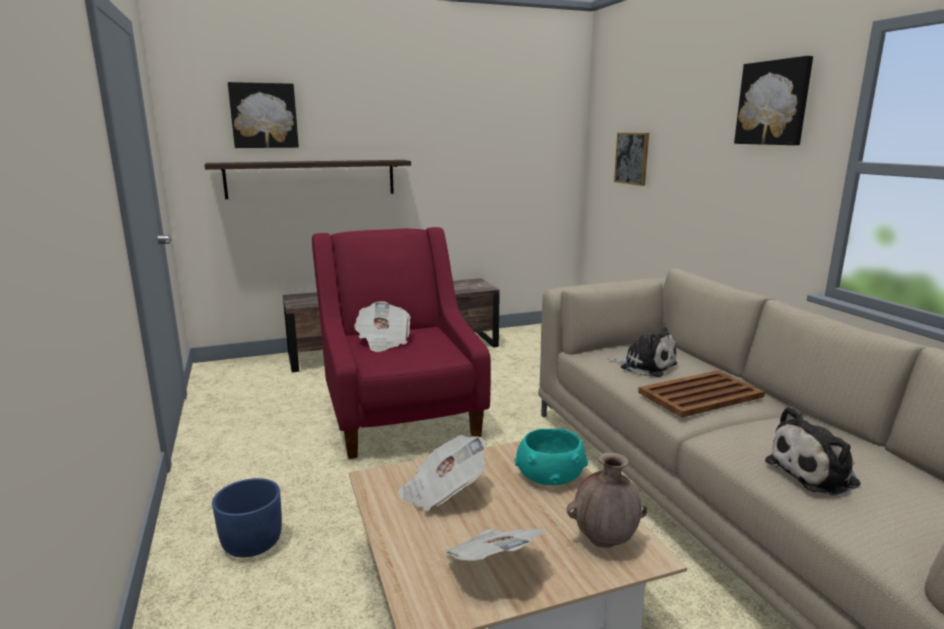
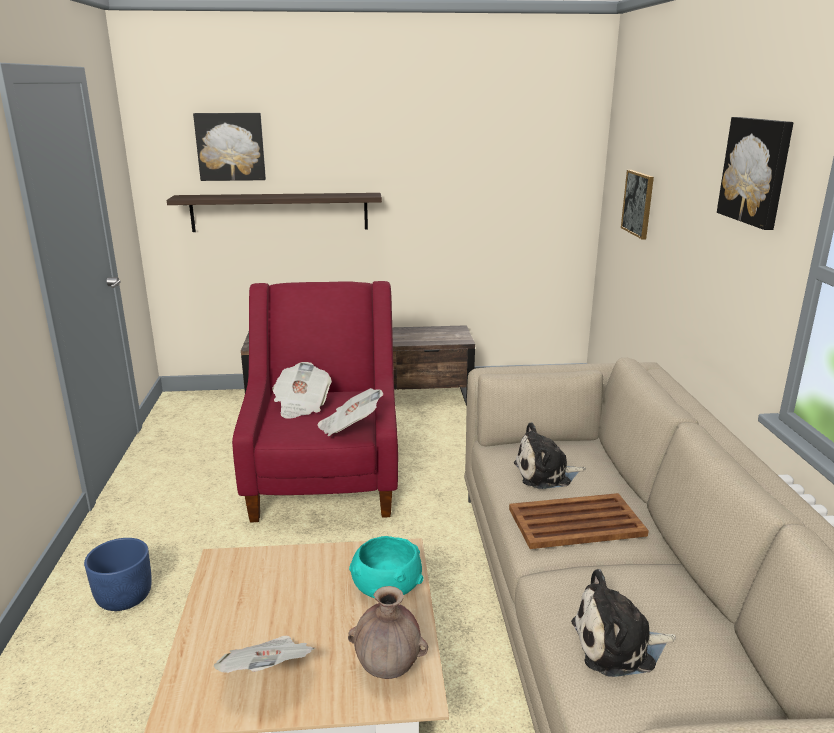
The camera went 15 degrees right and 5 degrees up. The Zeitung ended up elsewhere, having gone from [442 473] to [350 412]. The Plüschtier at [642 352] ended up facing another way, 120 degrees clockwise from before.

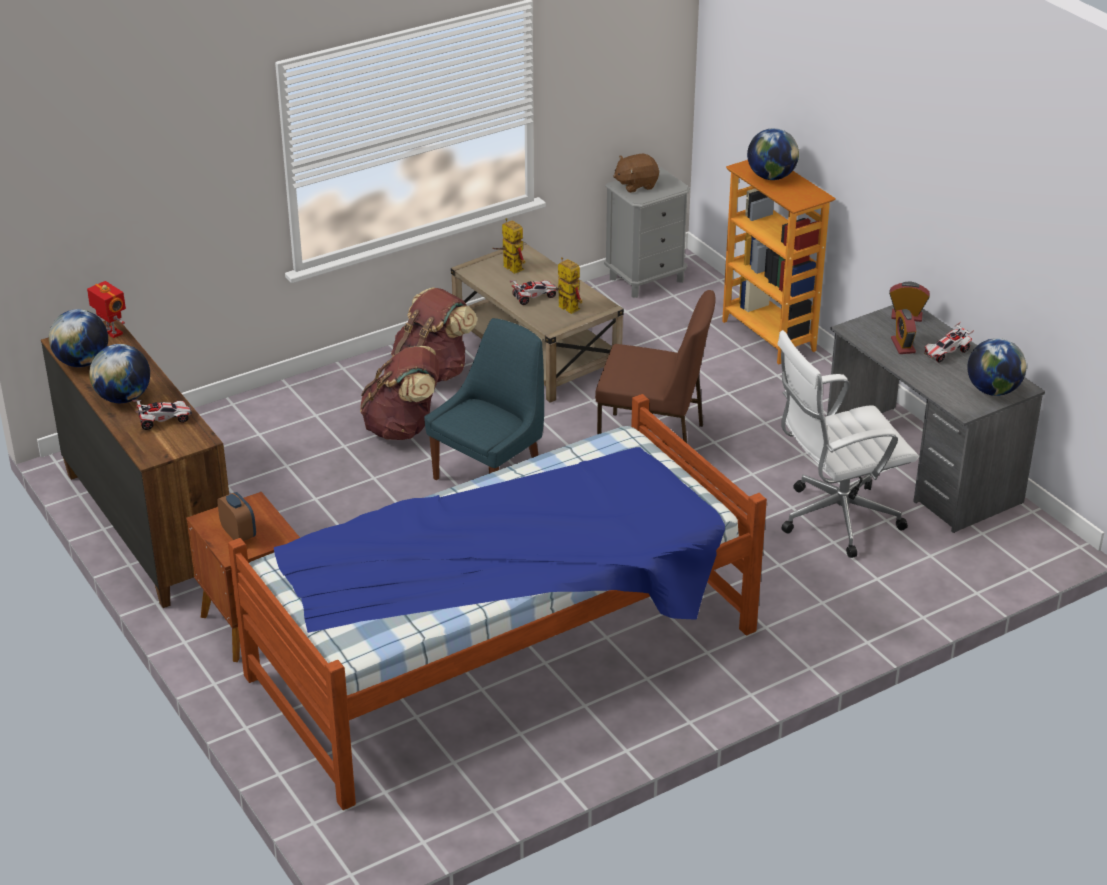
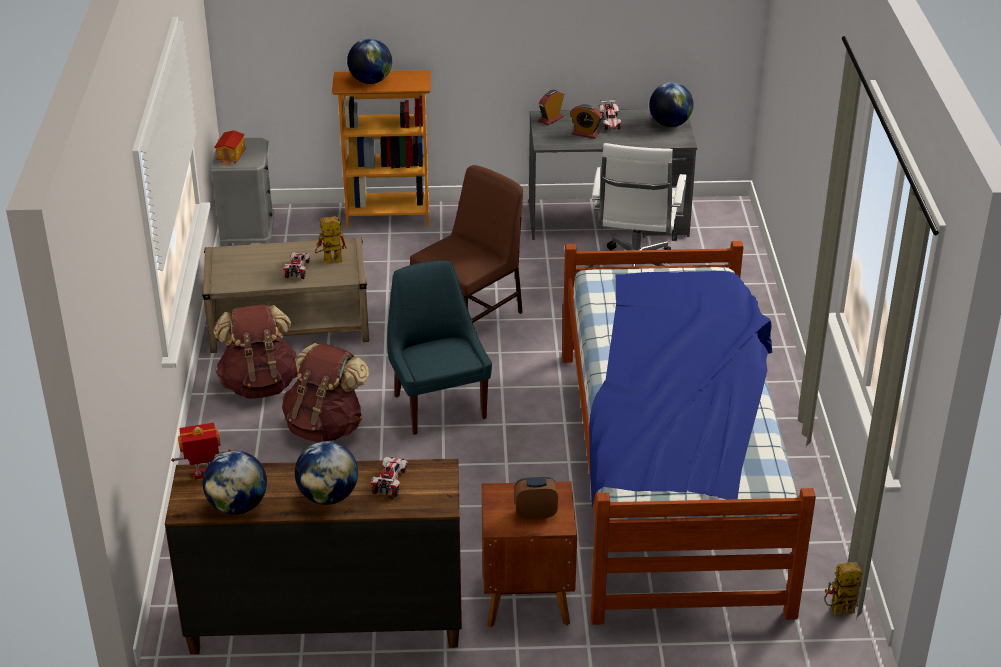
The camera went 60 degrees left and 0 degrees up. Where the Plüschtier (braun) stood at [636 173], the Spielzeughaus came to stand at [230 148]. The Spielzeugroboter ended up elsewhere, having gone from [508 246] to [843 588].

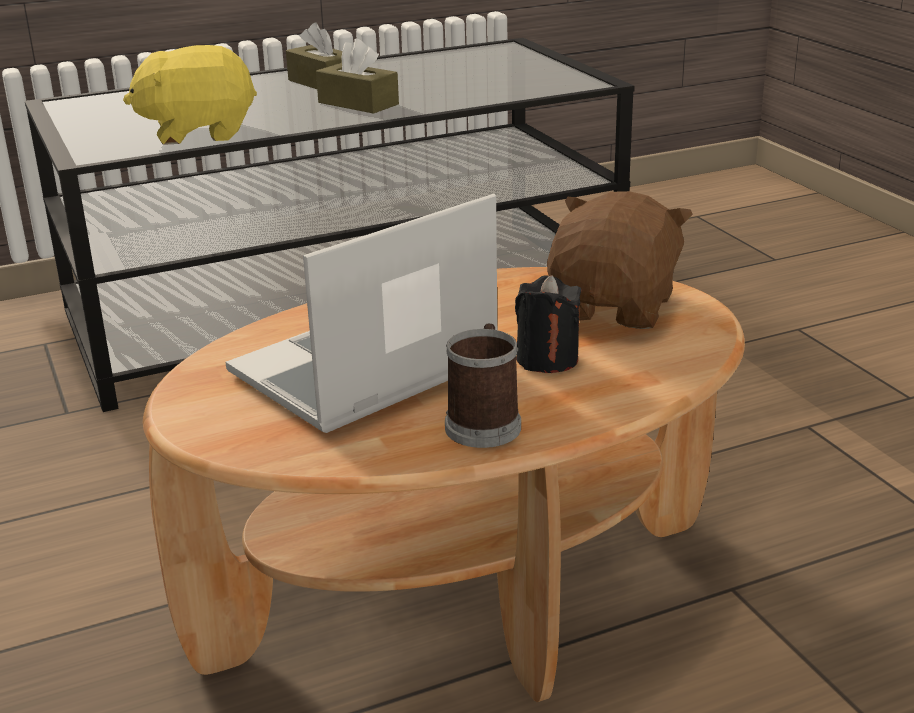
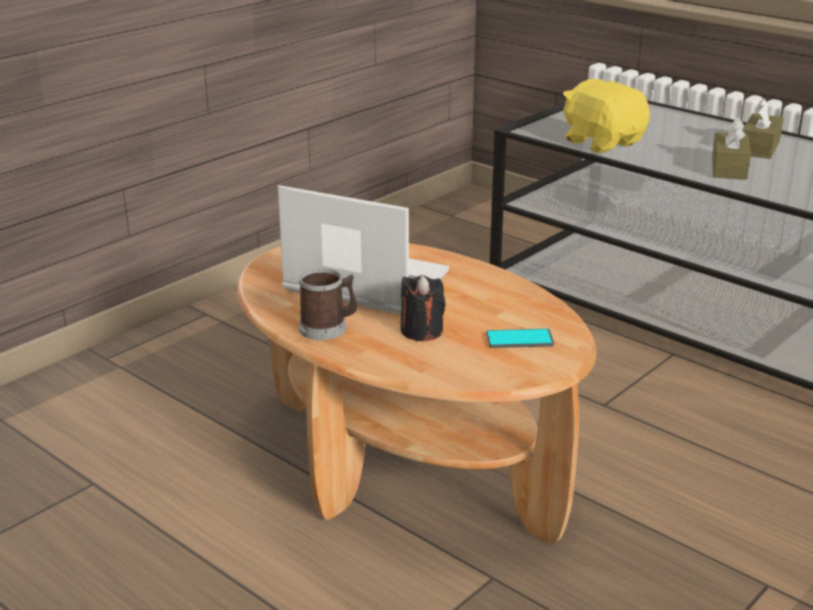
The camera went 65 degrees right and 0 degrees up. Where the Plüschtier (braun) stood at [620 260], the Handy came to stand at [520 338].

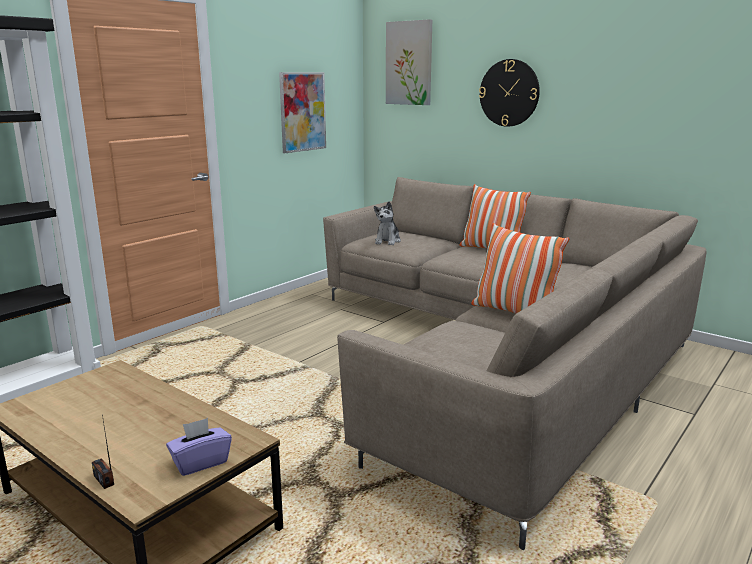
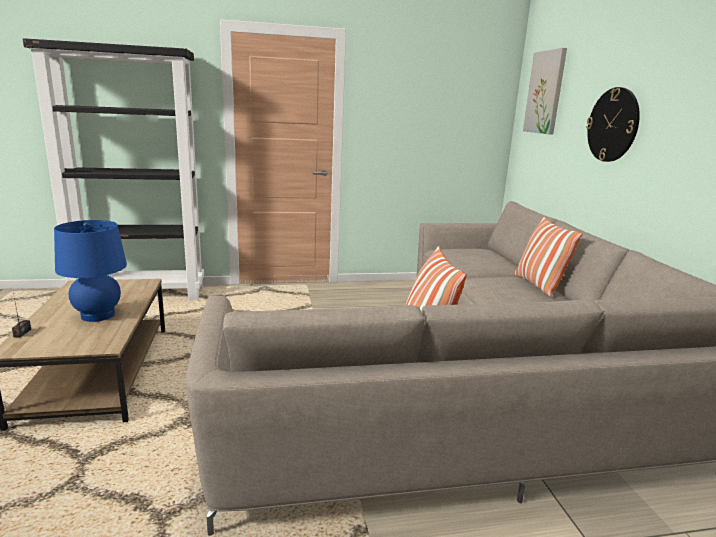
The camera went 40 degrees right and 0 degrees up. The second view gained the Tischlampe (blau) at [90 271]. The second view lost the Taschentuchbox (lila) at [199 447]. The second view lost the Bild at [302 112]. The second view lost the Plüschtier at [387 223].

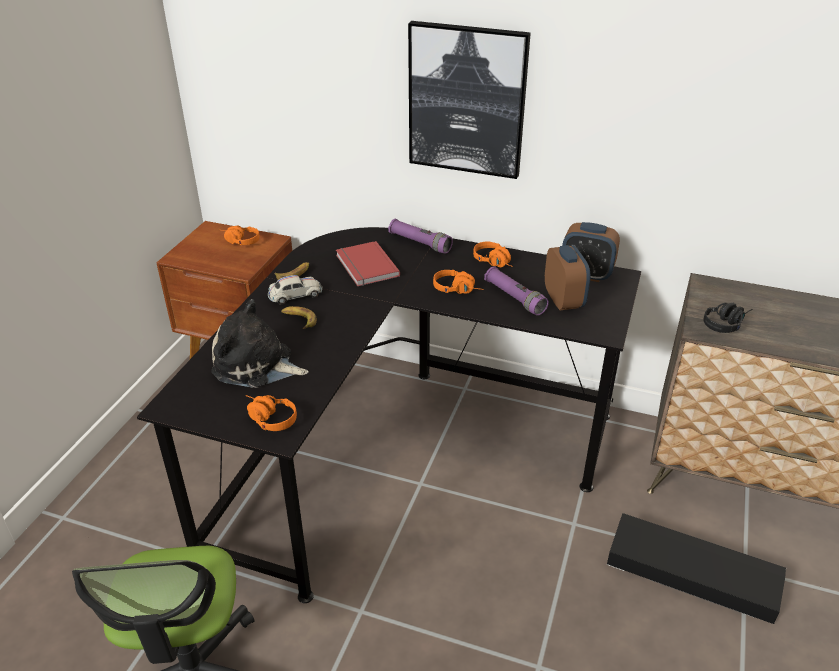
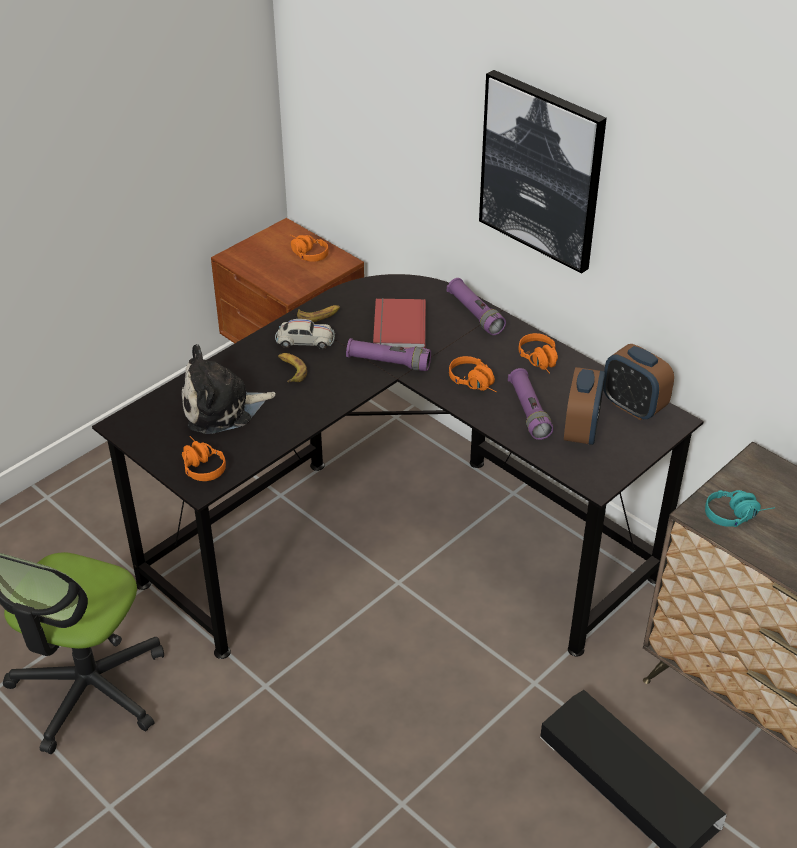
The camera went 25 degrees right and 5 degrees up. The Plüschtier at [260 343] ended up facing another way, 60 degrees counterclockwise from before. The second view gained the Taschenlampe (lila) at [388 354]. What was the Kopfhörer (schwarz) at [728 318] turned into the Kopfhörer (türkis) at [740 508].

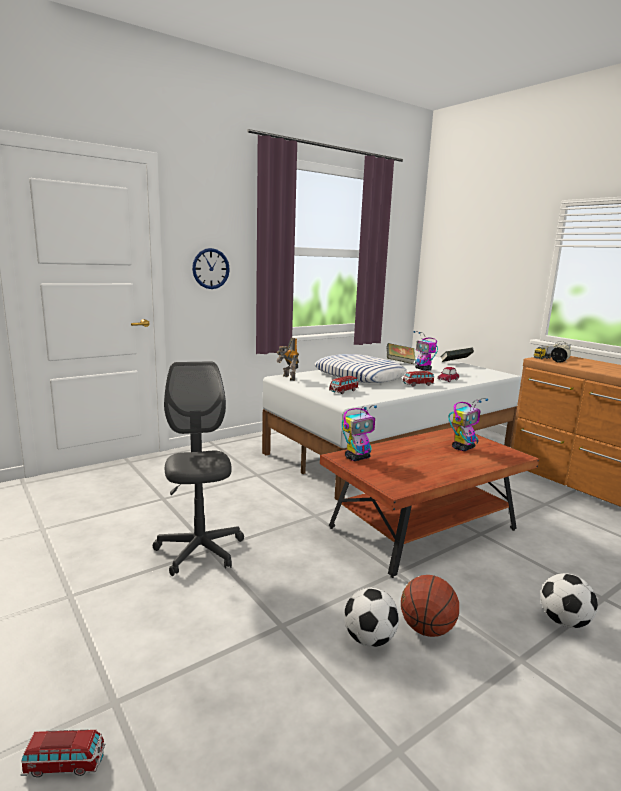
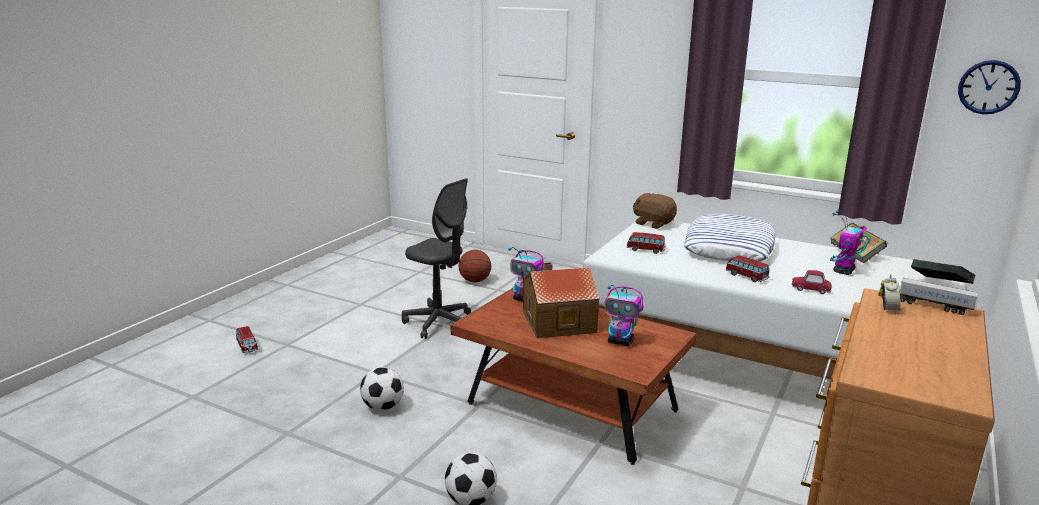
The camera went 65 degrees right and 5 degrees up. The Bürostuhl (grau) at [198 468] ended up facing another way, 75 degrees clockwise from before. The Basketball ended up elsewhere, having gone from [430 606] to [474 266]. The second view gained the Spielzeughaus at [561 300]. Where the Spielzeugroboter stood at [287 359], the Plüschtier (braun) came to stand at [655 211]. The Wanduhr ended up elsewhere, having gone from [211 268] to [989 87].

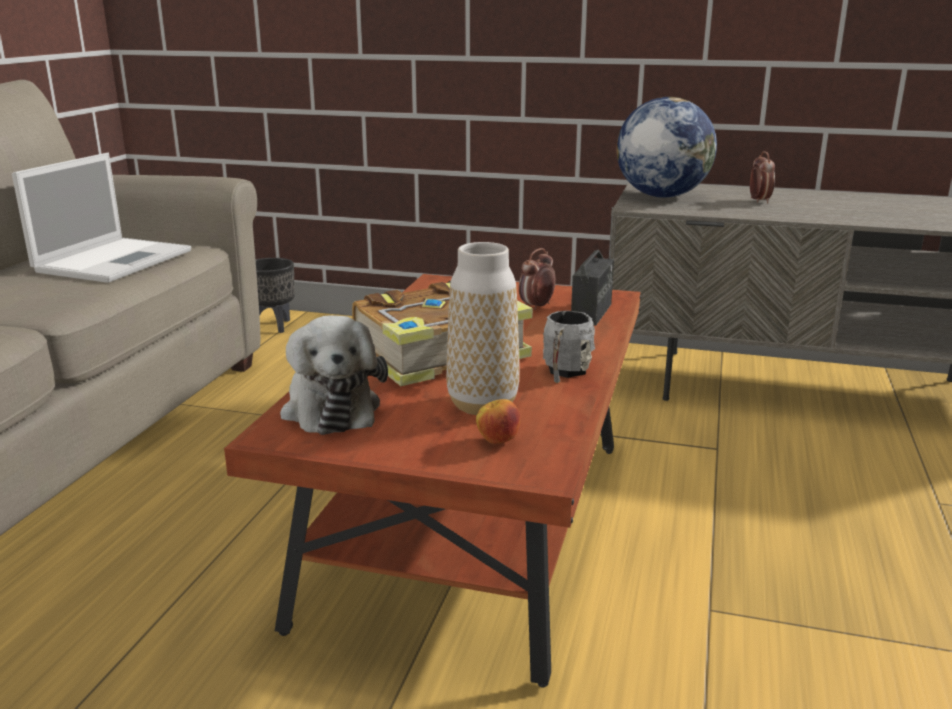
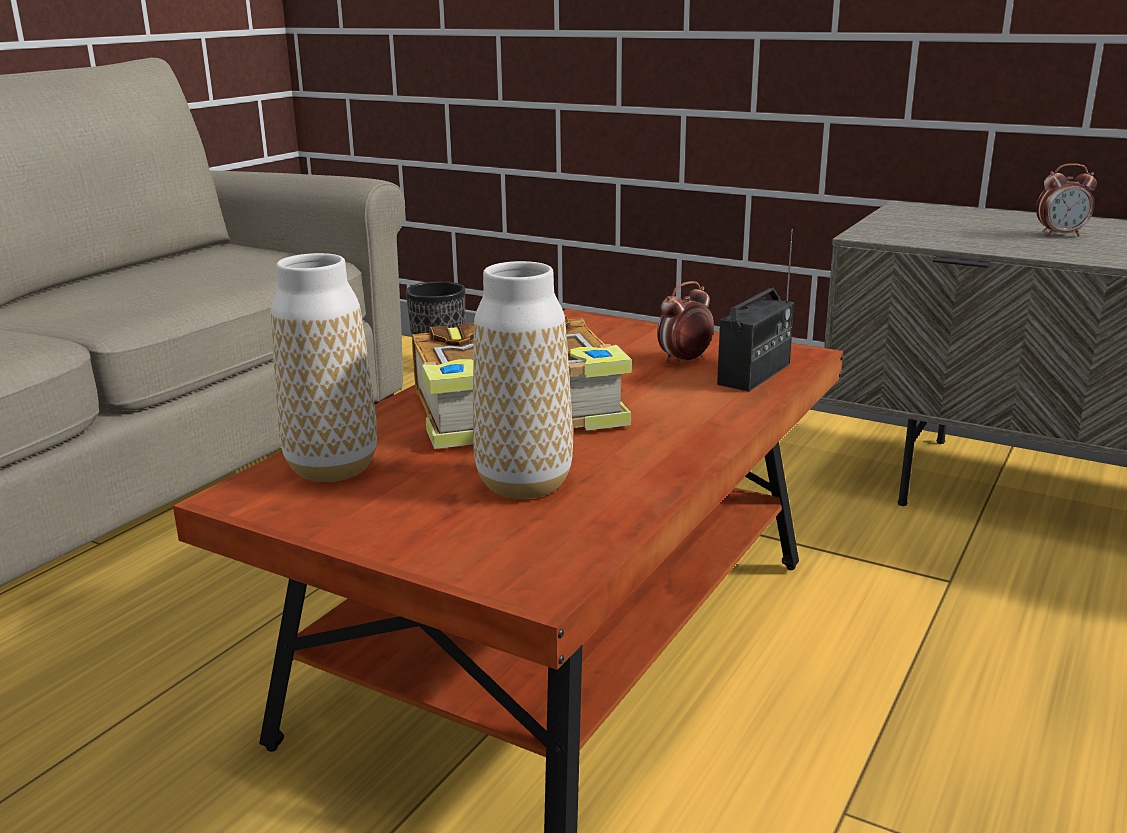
The camera went 15 degrees right and 0 degrees up. Where the Plüschtier stood at [334 375], the Vase came to stand at [324 367]. The Wecker at [762 177] ended up facing another way, 75 degrees clockwise from before. The second view lost the Laptop at [101 218]. The second view lost the Apfel at [498 421]. The second view lost the Henkelbecher (grau) at [569 347]. The second view lost the Globus at [666 147].

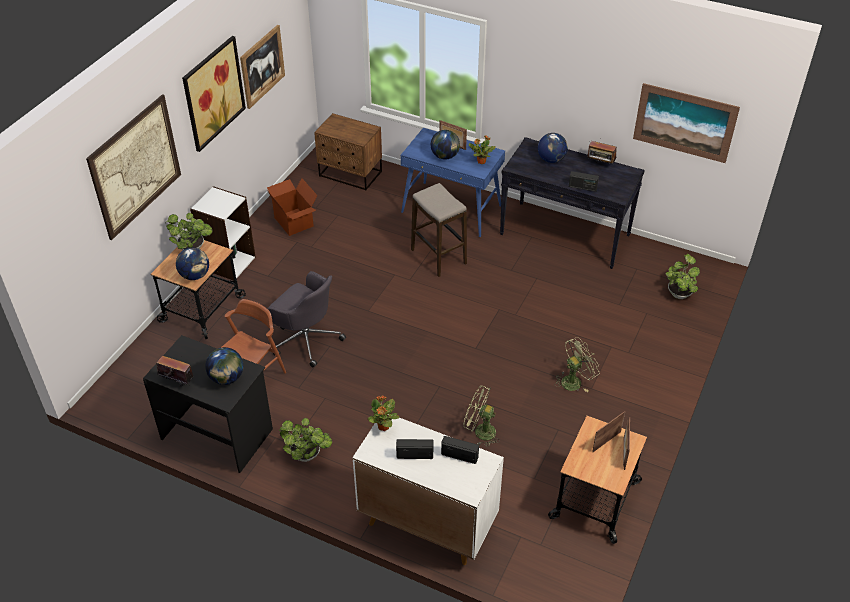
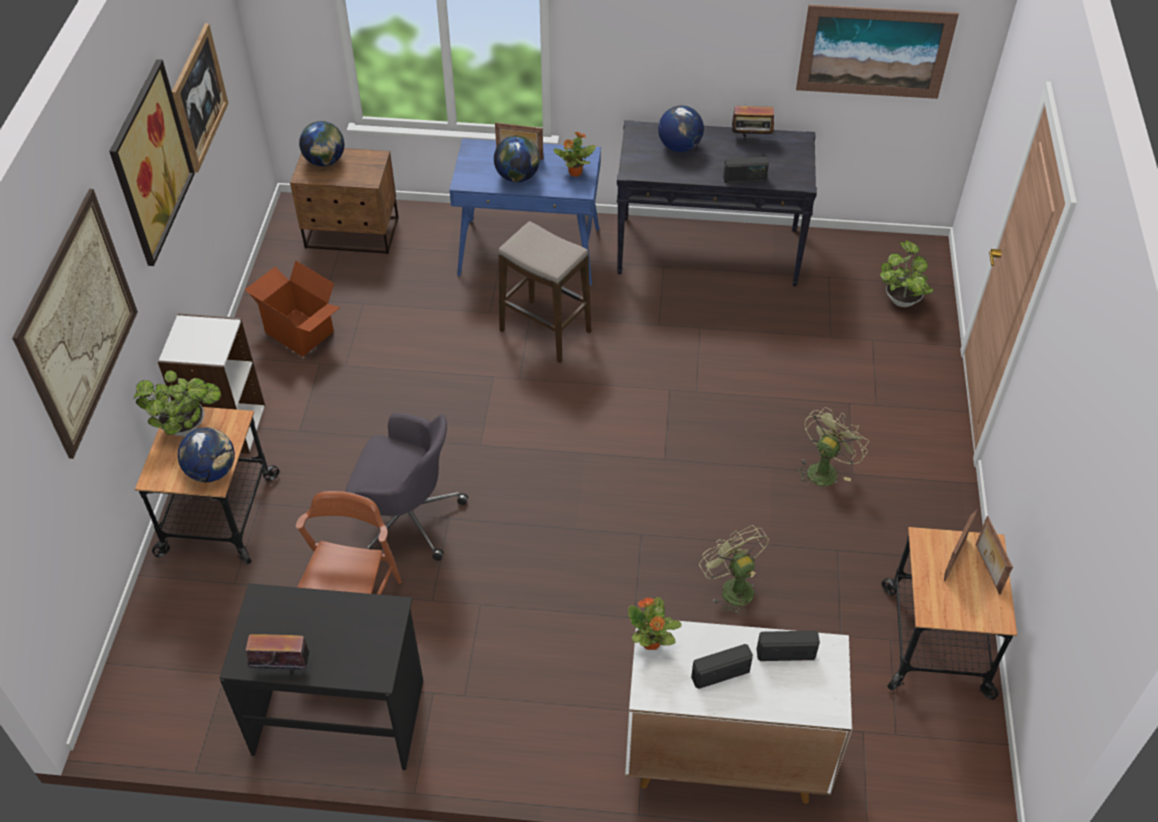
The camera went 20 degrees left and 5 degrees up. The Globus ended up elsewhere, having gone from [224 366] to [321 143]. The Ventilator (grün) at [481 416] ended up facing another way, 60 degrees clockwise from before. The second view lost the Topfpflanze at [305 440].

